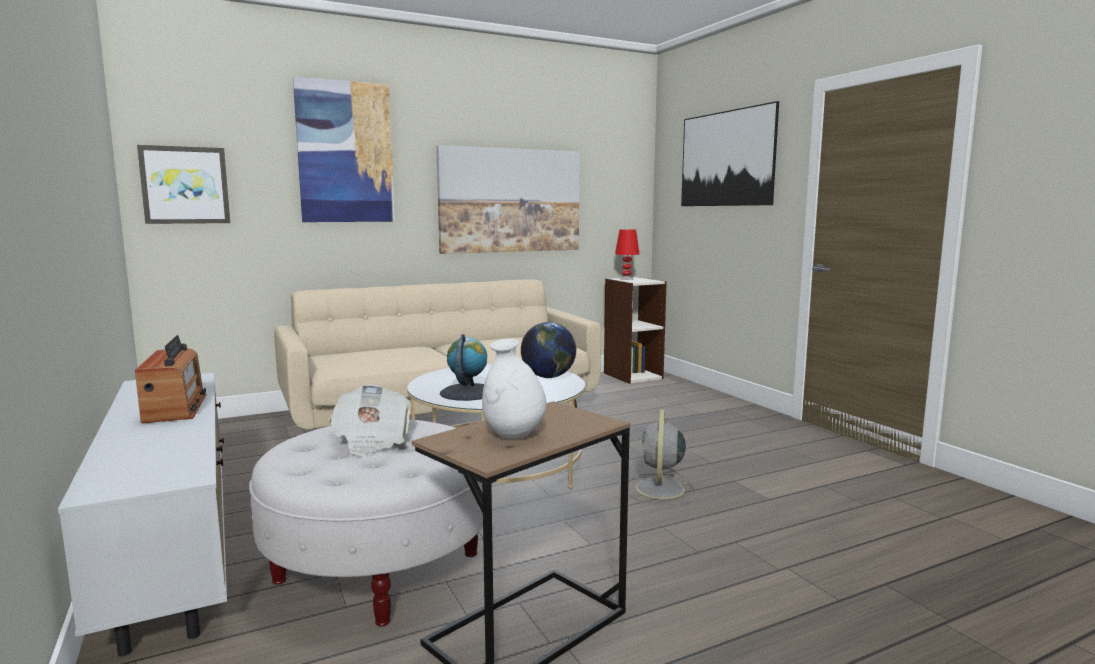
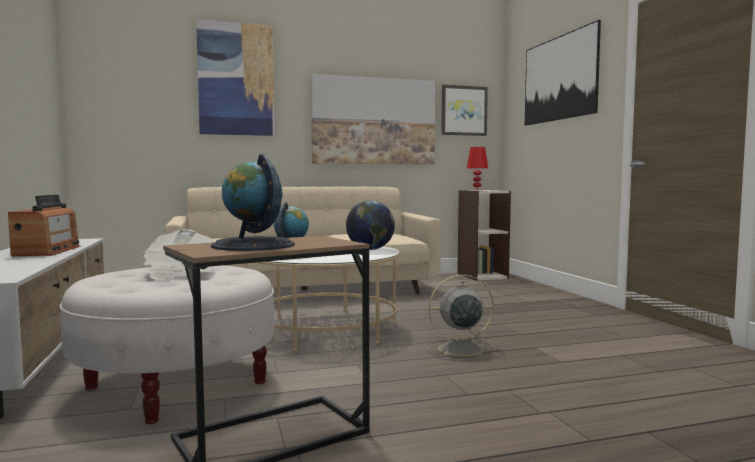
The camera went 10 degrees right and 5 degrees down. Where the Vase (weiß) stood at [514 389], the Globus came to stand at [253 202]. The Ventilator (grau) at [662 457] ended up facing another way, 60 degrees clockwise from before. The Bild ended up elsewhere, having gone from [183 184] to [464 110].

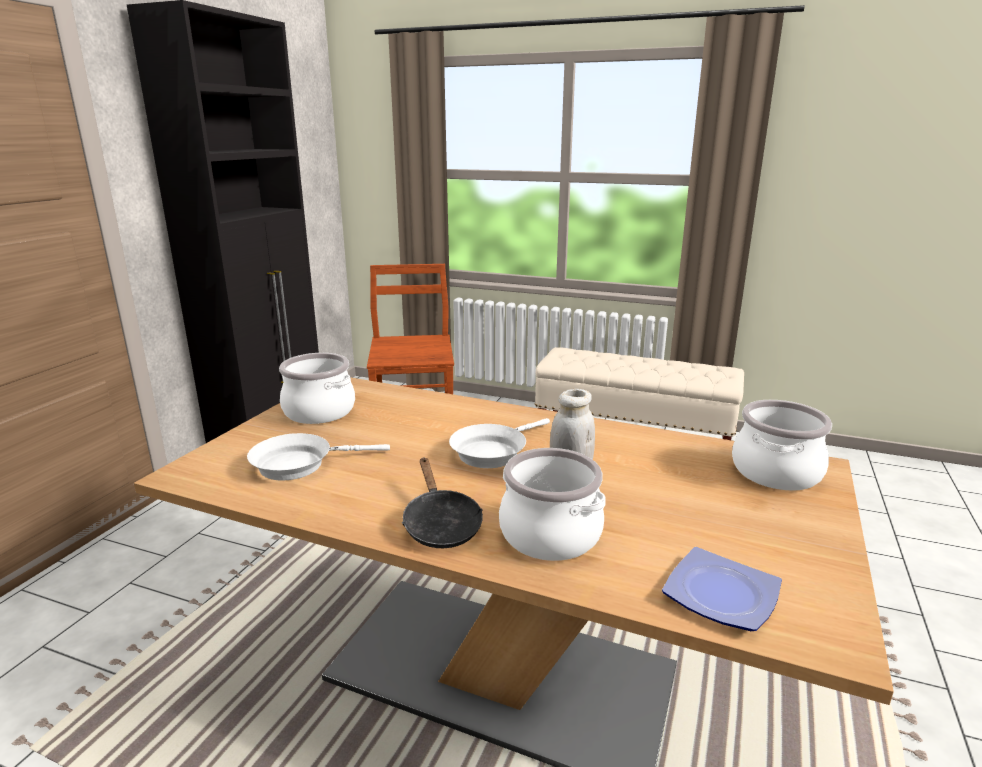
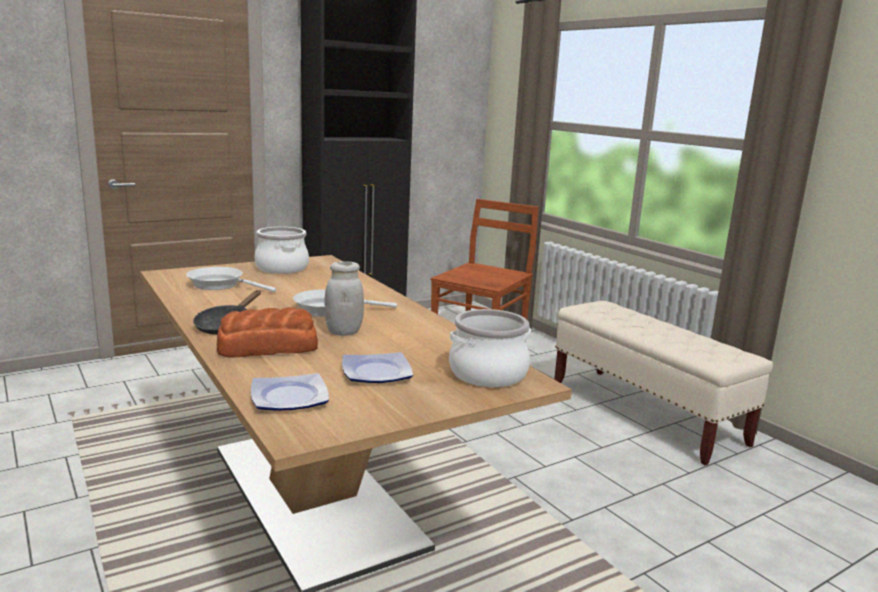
The camera went 35 degrees right and 5 degrees down. Where the Kochtopf stood at [552 504], the Brot came to stand at [267 332]. The second view gained the Teller at [377 367].

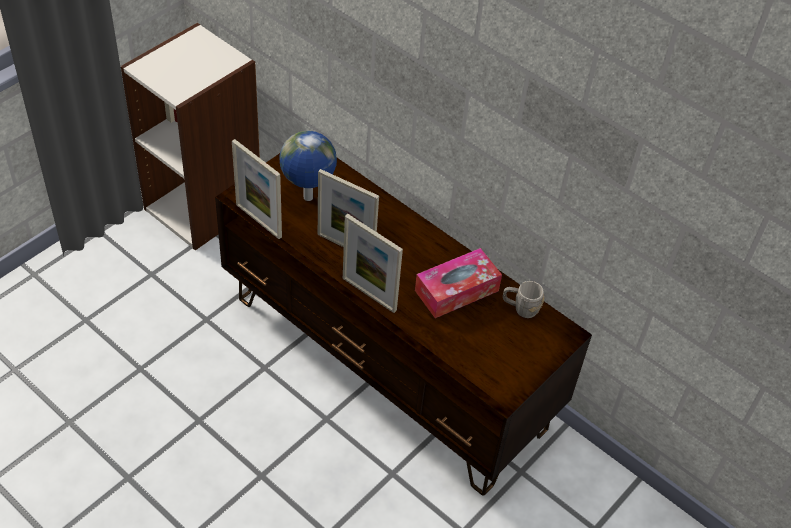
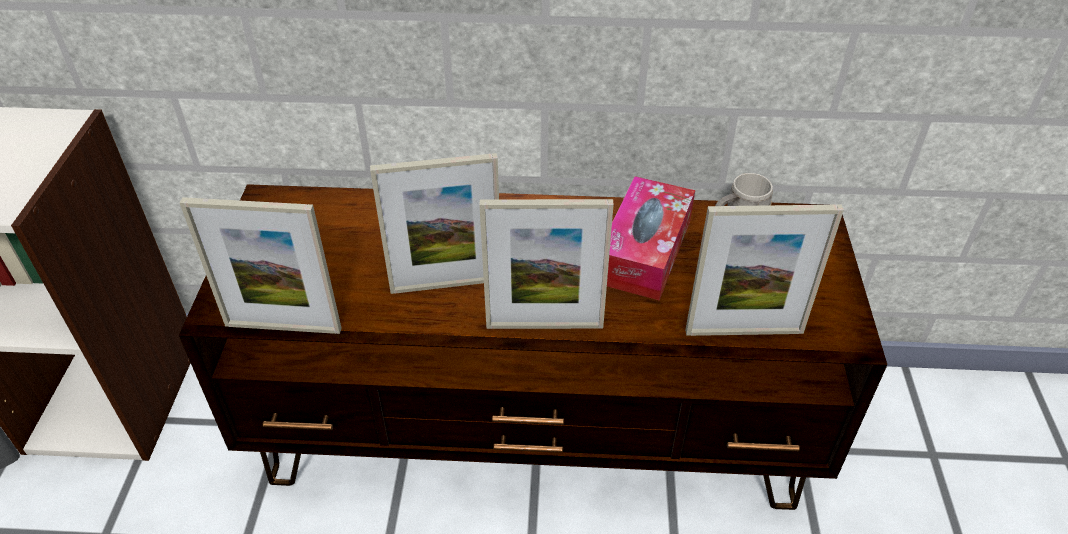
The camera went 35 degrees left and 5 degrees down. The second view gained the Bilderrahmen at [764 270]. The second view lost the Globus at [308 166].

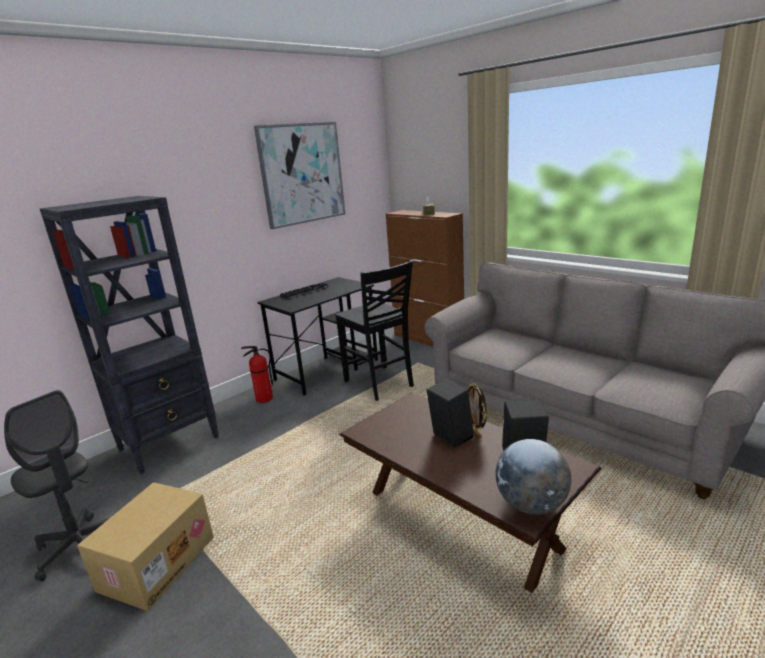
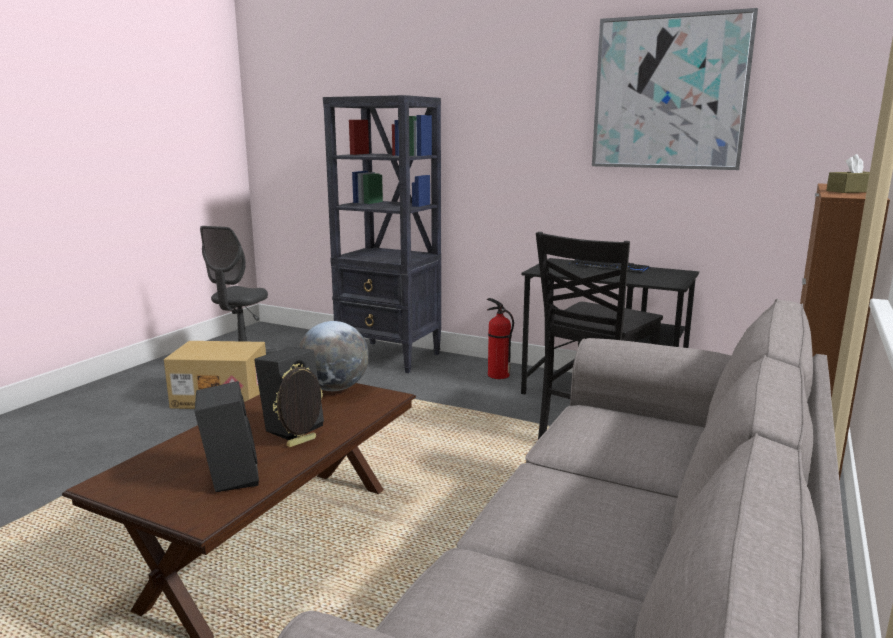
The camera went 70 degrees right and 5 degrees down. The Globus ended up elsewhere, having gone from [533 477] to [334 356].

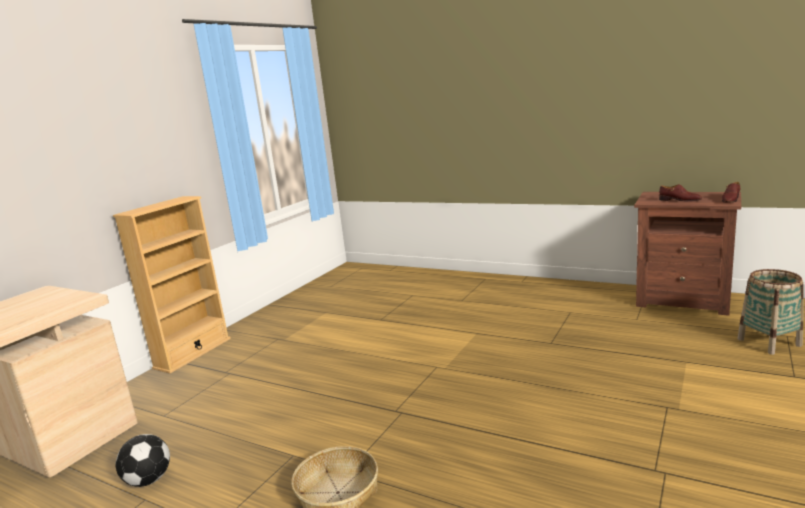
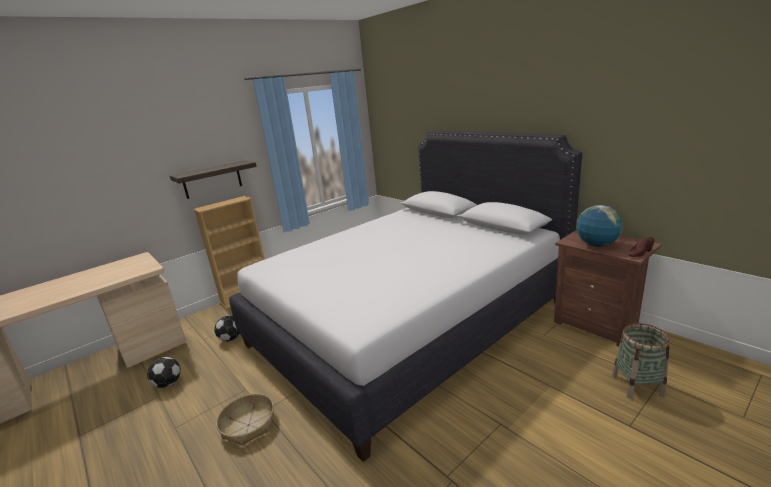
The camera went 20 degrees right and 5 degrees up. The second view gained the Wandregal at [213 179]. The second view gained the Fußball at [227 328]. The second view gained the Bett (weiß) at [405 296]. Where the Schuh (braun) stood at [680 193], the Globus came to stand at [599 226].

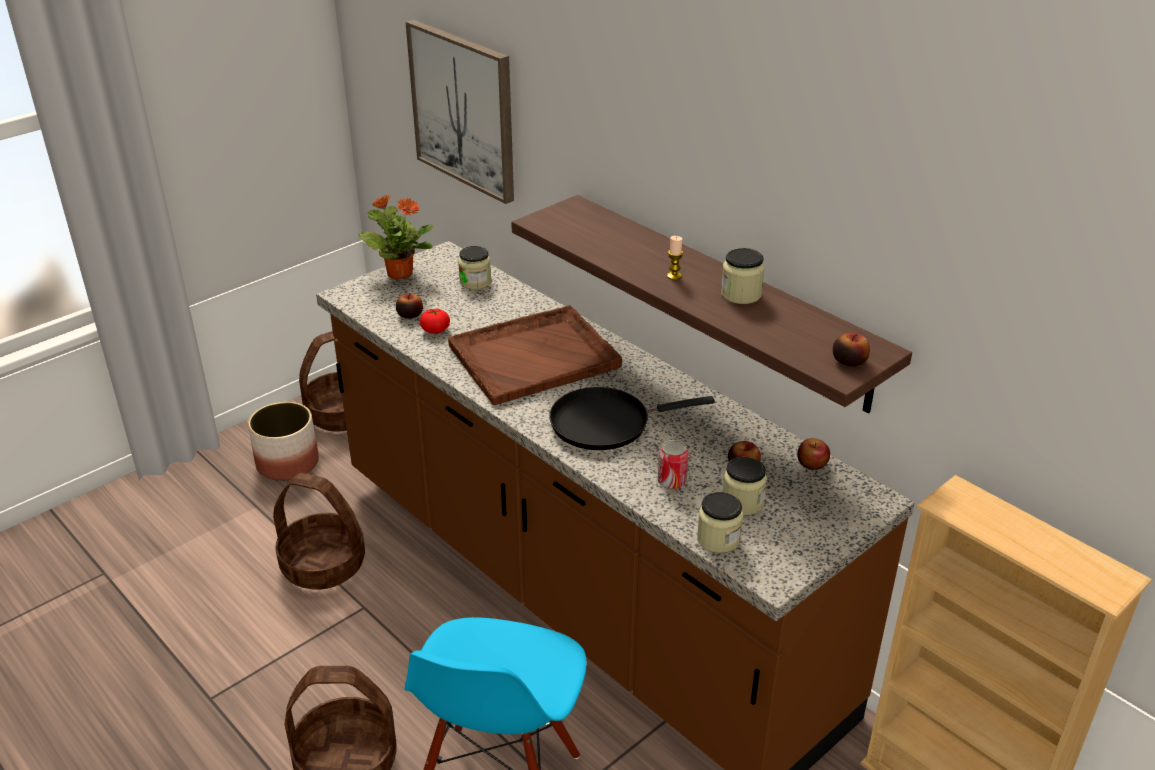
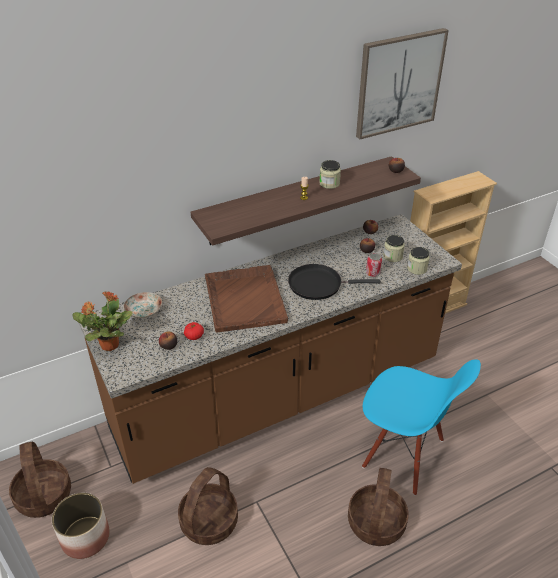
The camera went 75 degrees left and 5 degrees up. Where the Vorratsglas stood at [474 268], the Teller came to stand at [143 305]. The Pfanne (schwarz) at [632 418] ended up facing another way, 90 degrees clockwise from before. The Bild ended up elsewhere, having gone from [460 112] to [402 83].

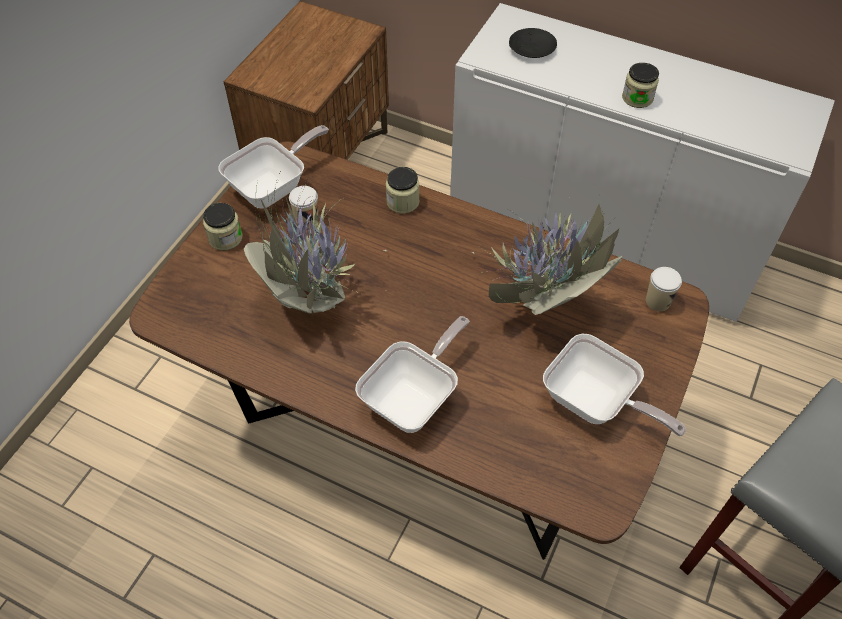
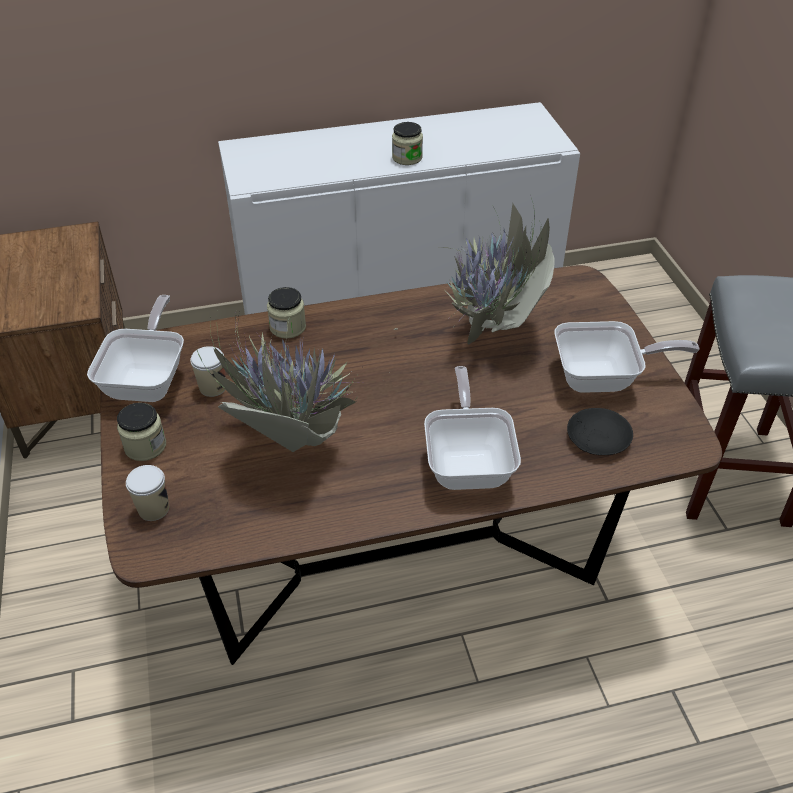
The camera went 40 degrees left and 10 degrees down. The Tasse ended up elsewhere, having gone from [664 289] to [147 493]. The Teller (schwarz) ended up elsewhere, having gone from [533 43] to [600 431].

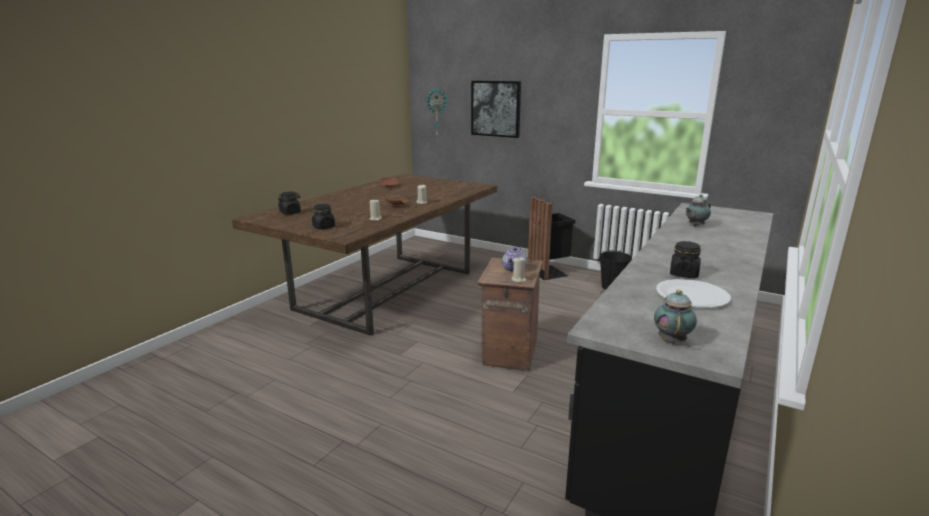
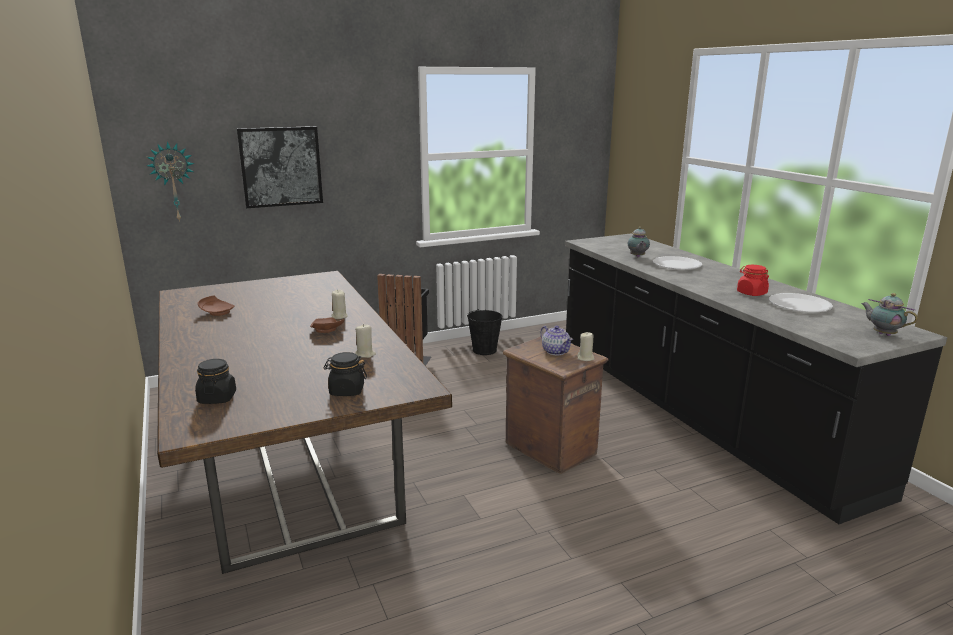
The camera went 55 degrees left and 0 degrees up. The second view gained the Teller (weiß) at [677 263]. What was the Vorratsglas (schwarz) at [685 259] turned into the Vorratsglas (rot) at [753 280].

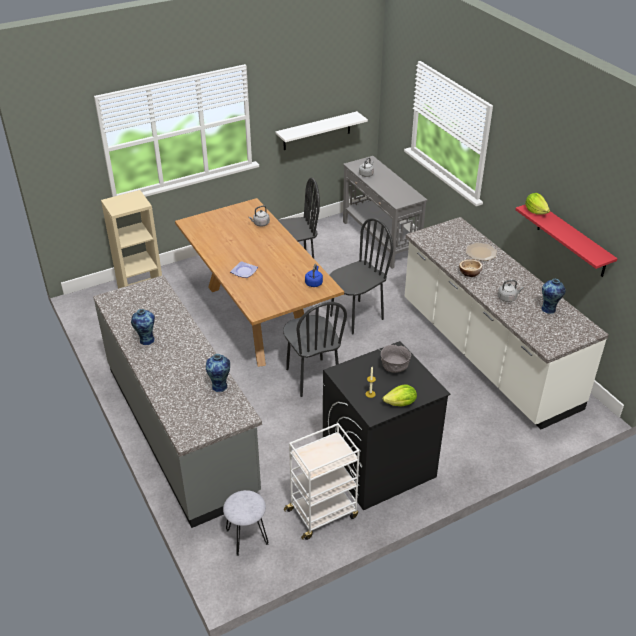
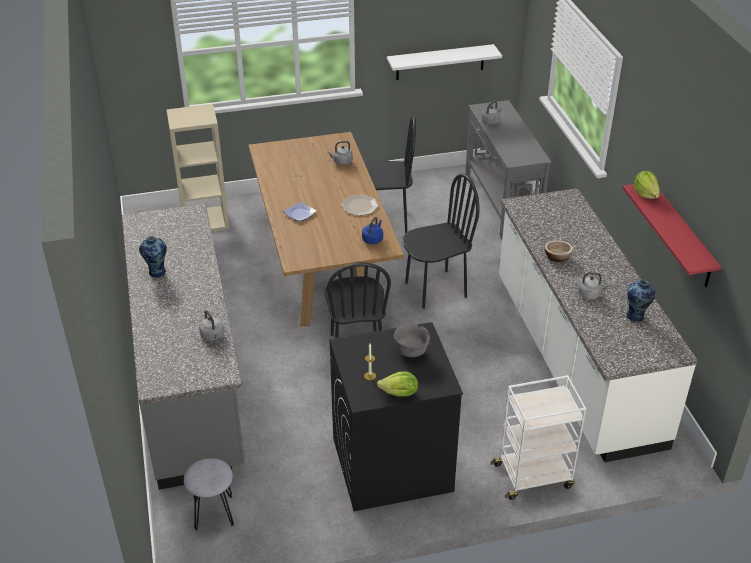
The camera went 15 degrees right and 0 degrees up. Where the Vase stood at [218 373], the Wasserkessel (grau) came to stand at [211 325]. The Teller ended up elsewhere, having gone from [481 251] to [360 205]. The Rollwagen (weiß) ended up elsewhere, having gone from [322 481] to [538 437].

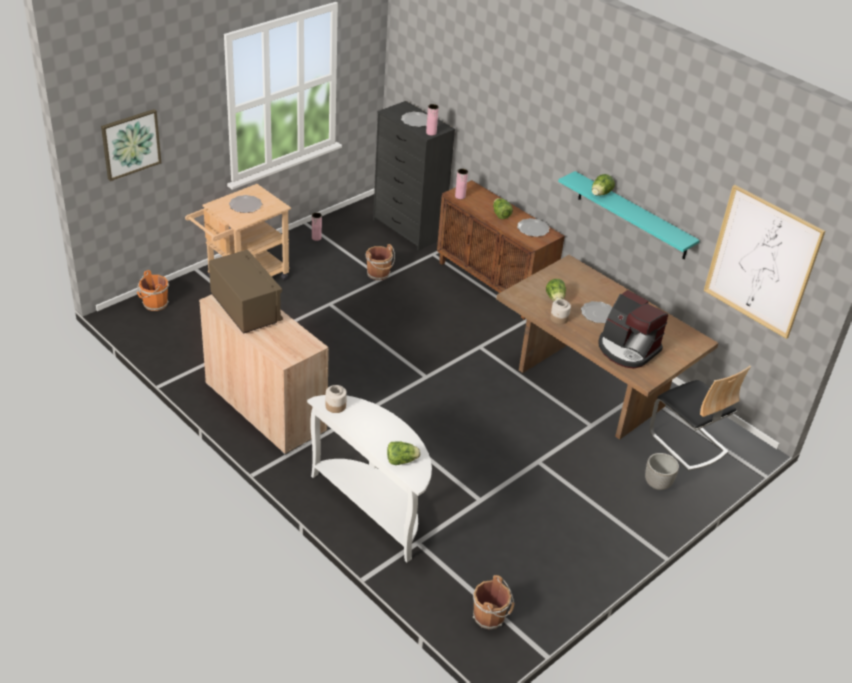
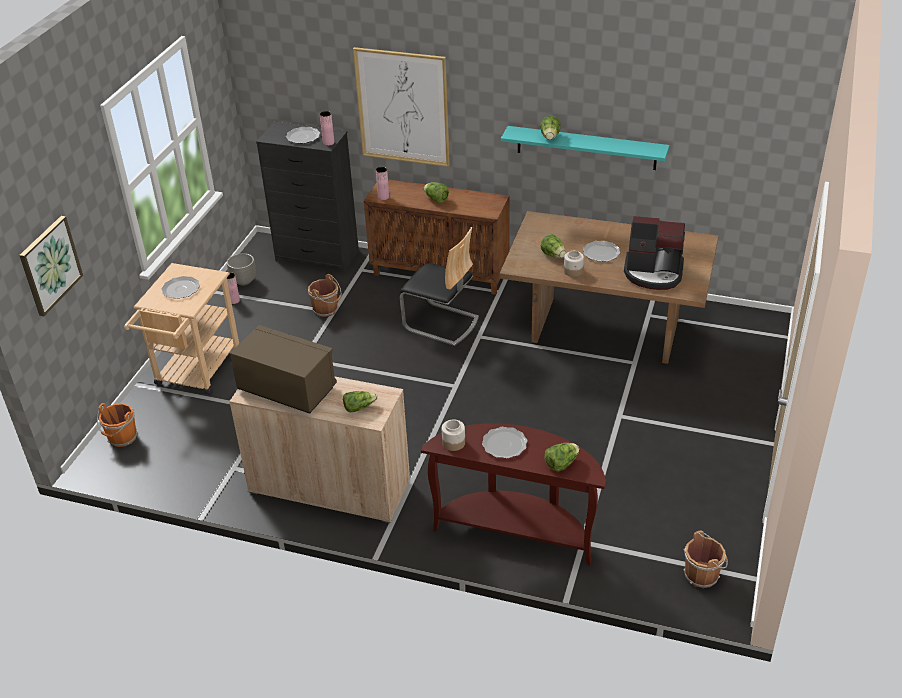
The camera went 25 degrees left and 0 degrees up. The Pflanzkübel ended up elsewhere, having gone from [662 471] to [241 269]. The second view gained the Salatkopf at [360 401]. The Bild ended up elsewhere, having gone from [764 262] to [401 107]. The Stuhl ended up elsewhere, having gone from [700 418] to [439 286]. What was the Konsolentisch (weiß) at [369 478] turned into the Konsolentisch (braun) at [513 494]. The Teller ended up elsewhere, having gone from [533 227] to [504 443].

